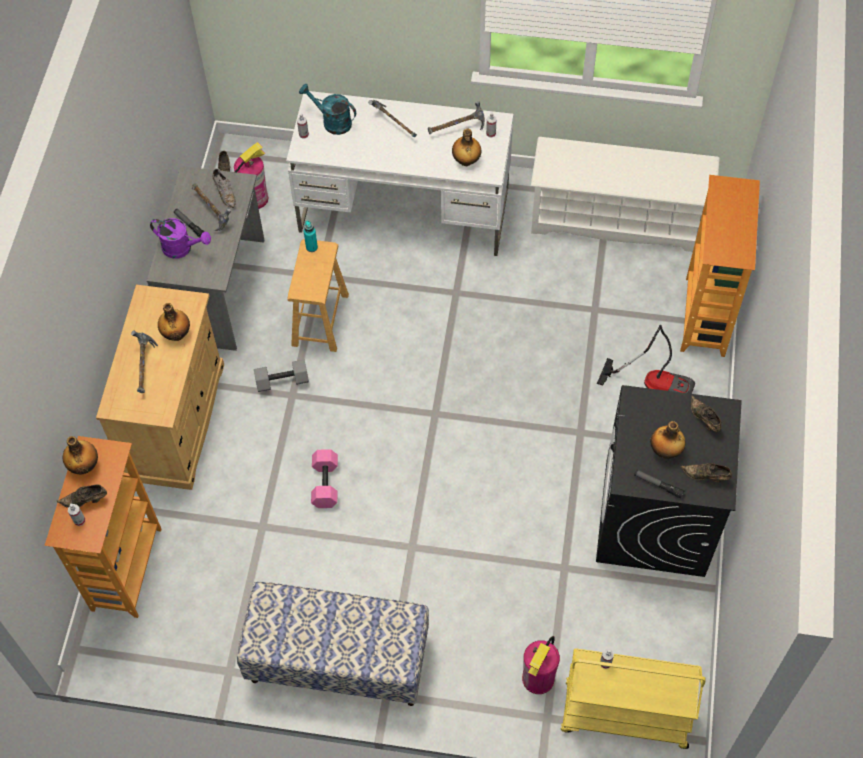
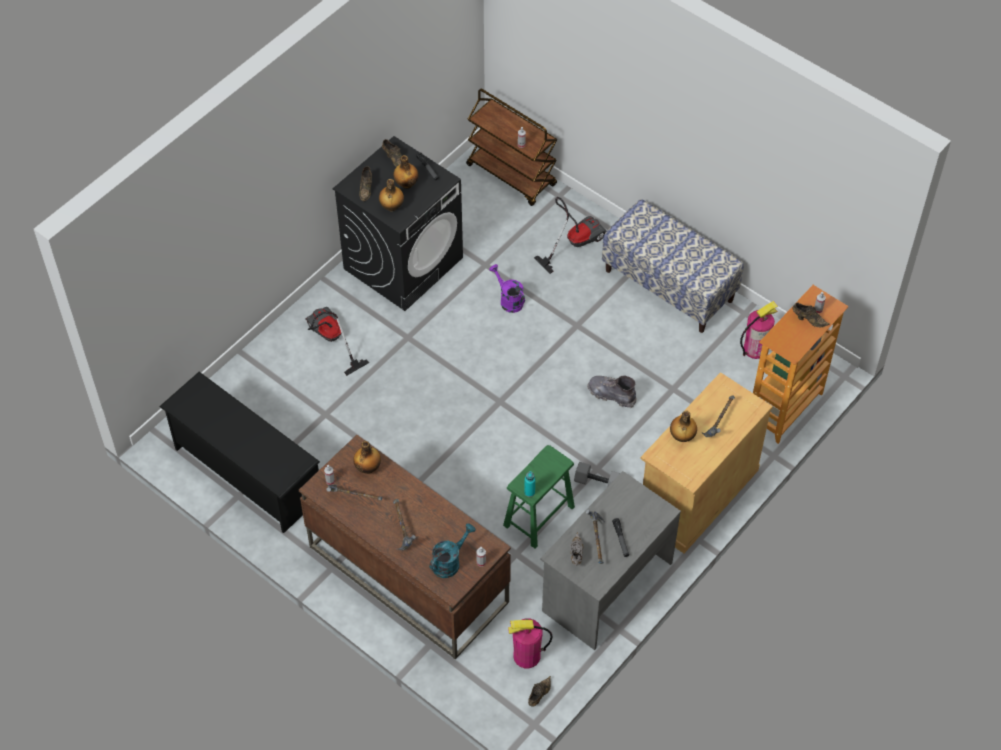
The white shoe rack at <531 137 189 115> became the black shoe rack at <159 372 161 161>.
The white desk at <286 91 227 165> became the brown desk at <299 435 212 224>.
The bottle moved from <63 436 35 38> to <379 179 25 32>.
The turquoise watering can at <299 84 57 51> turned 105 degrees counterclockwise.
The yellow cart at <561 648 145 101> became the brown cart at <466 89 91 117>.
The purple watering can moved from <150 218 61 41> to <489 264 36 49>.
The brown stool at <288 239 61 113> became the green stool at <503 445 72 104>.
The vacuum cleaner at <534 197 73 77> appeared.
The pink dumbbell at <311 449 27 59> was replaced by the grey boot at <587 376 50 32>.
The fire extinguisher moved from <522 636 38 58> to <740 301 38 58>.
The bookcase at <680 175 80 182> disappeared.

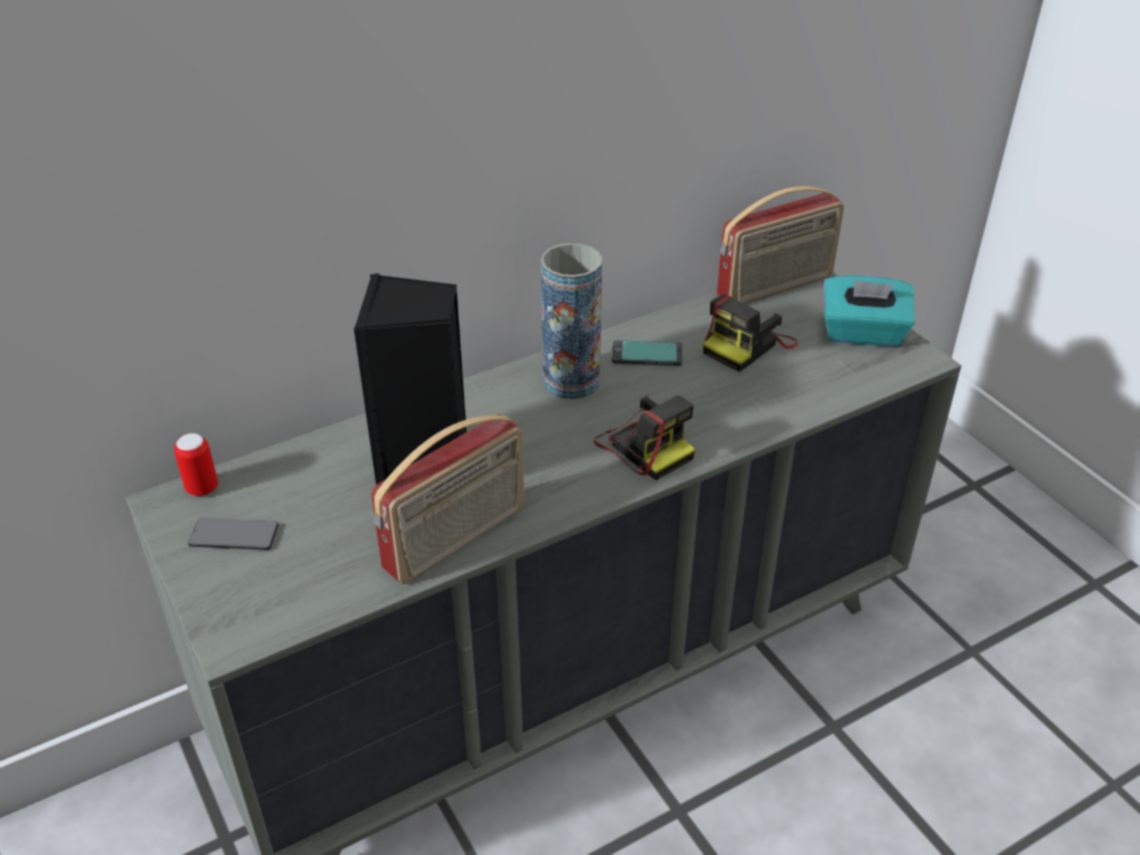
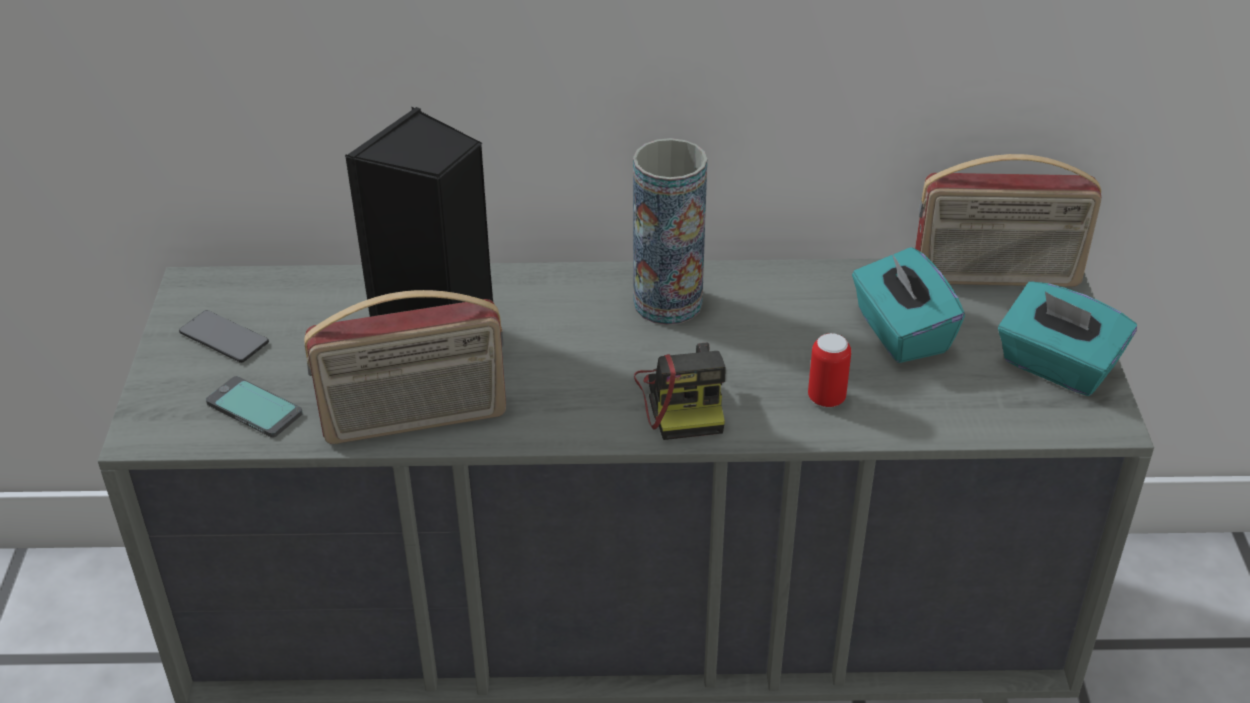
The phone moved from <612 340 70 26> to <206 376 97 62>.
The can moved from <174 433 44 63> to <808 333 43 74>.
The photo camera at <703 295 95 77> was replaced by the turquoise tissue box at <852 247 113 116>.

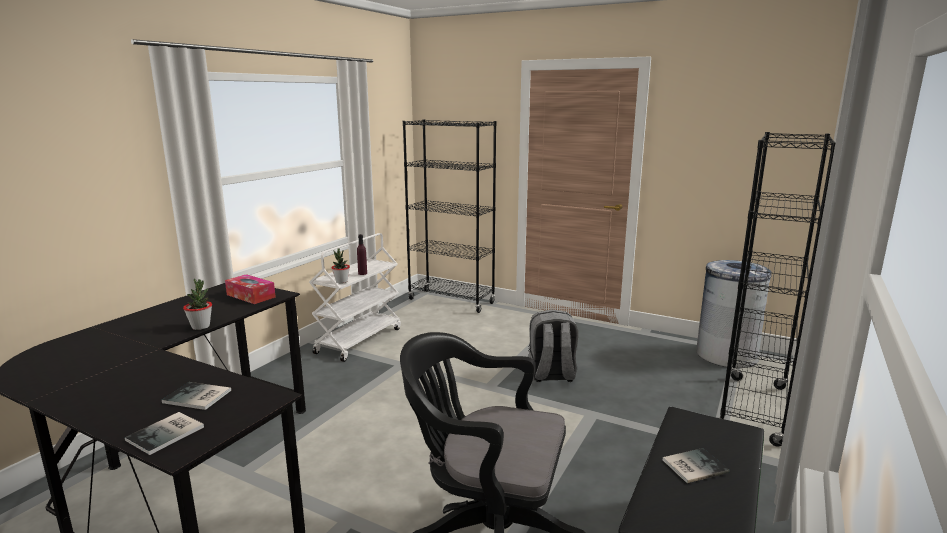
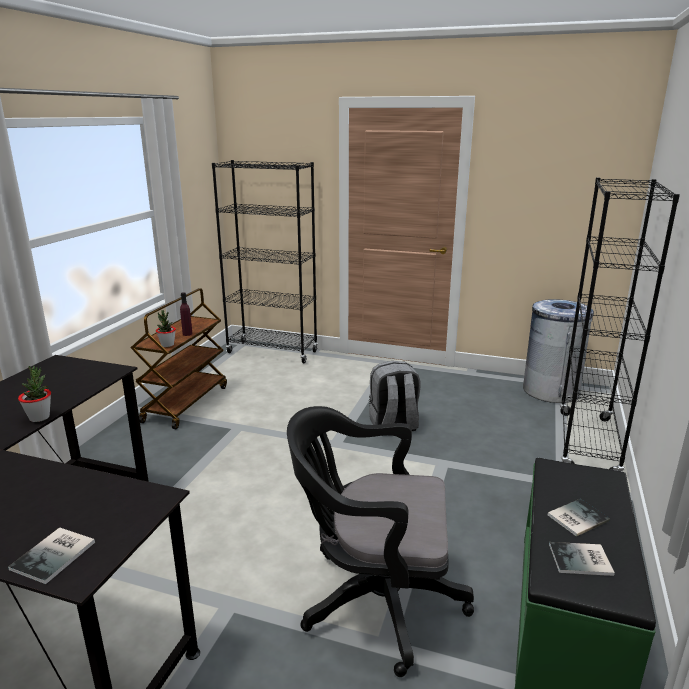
The white cart at <309 233 92 129> became the brown cart at <131 288 96 141>.
The book moved from <162 382 69 28> to <549 542 66 34>.
The tissue box at <225 274 51 30> disappeared.

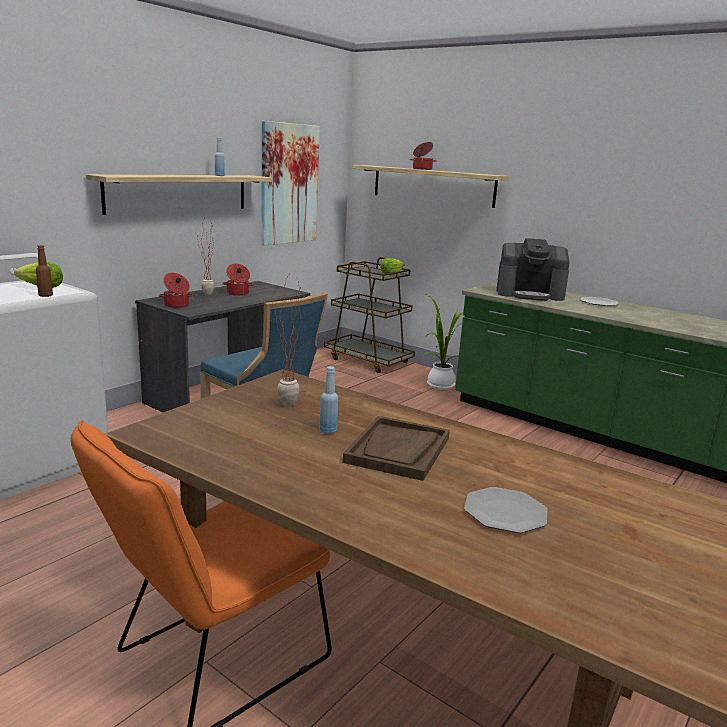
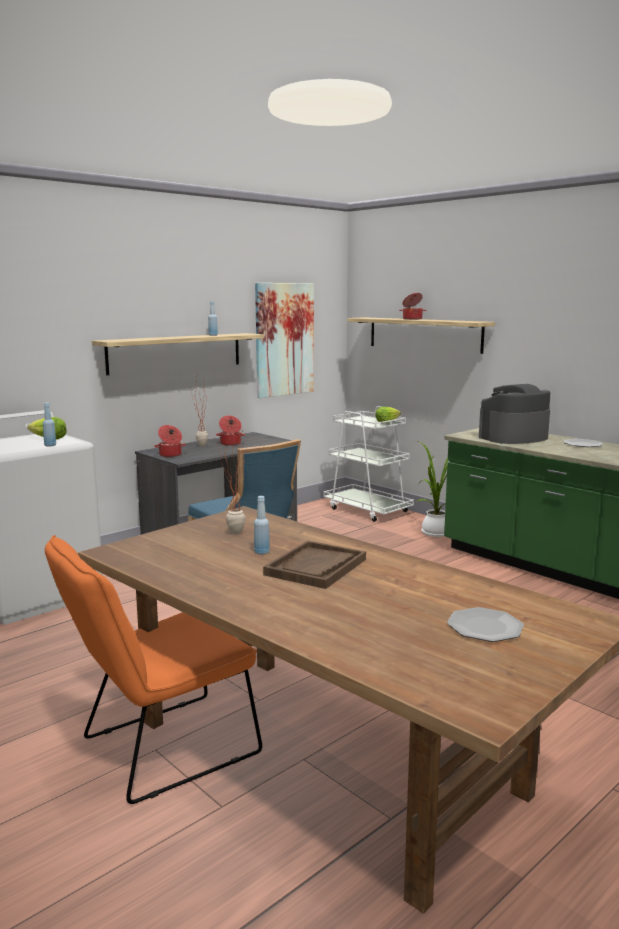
The brown bottle at <36 245 17 52> became the blue bottle at <43 403 13 44>.
The brown cart at <324 257 91 116> became the white cart at <323 406 91 116>.
The plate moved from <464 487 83 46> to <447 607 77 35>.
The coffee machine at <496 238 73 63> turned 135 degrees clockwise.

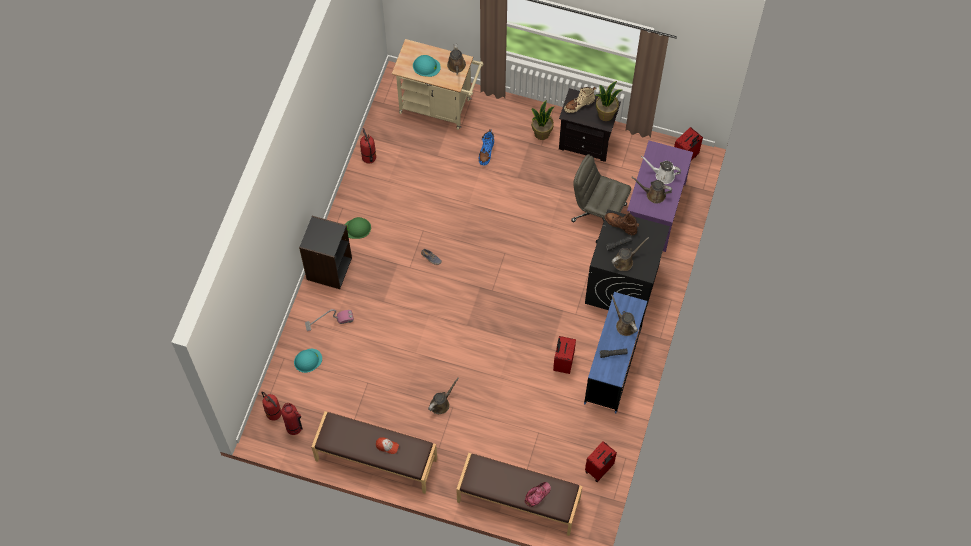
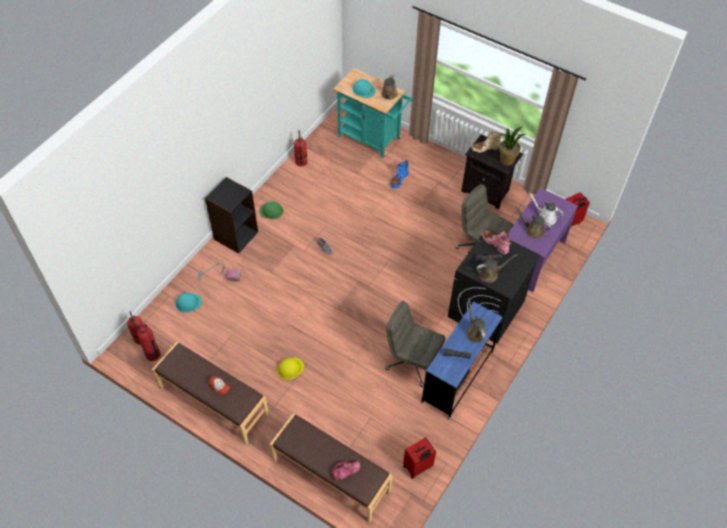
The brown watering can at <428 377 31 37> was replaced by the yellow hard hat at <277 358 27 22>.
The beige cart at <392 39 92 91> became the turquoise cart at <333 68 80 91>.
The red suitcase at <553 336 23 38> was replaced by the grey office chair at <385 301 60 86>.
The brown boot at <605 213 35 22> became the pink boot at <481 230 31 24>.
The potted plant at <531 100 24 40> disappeared.

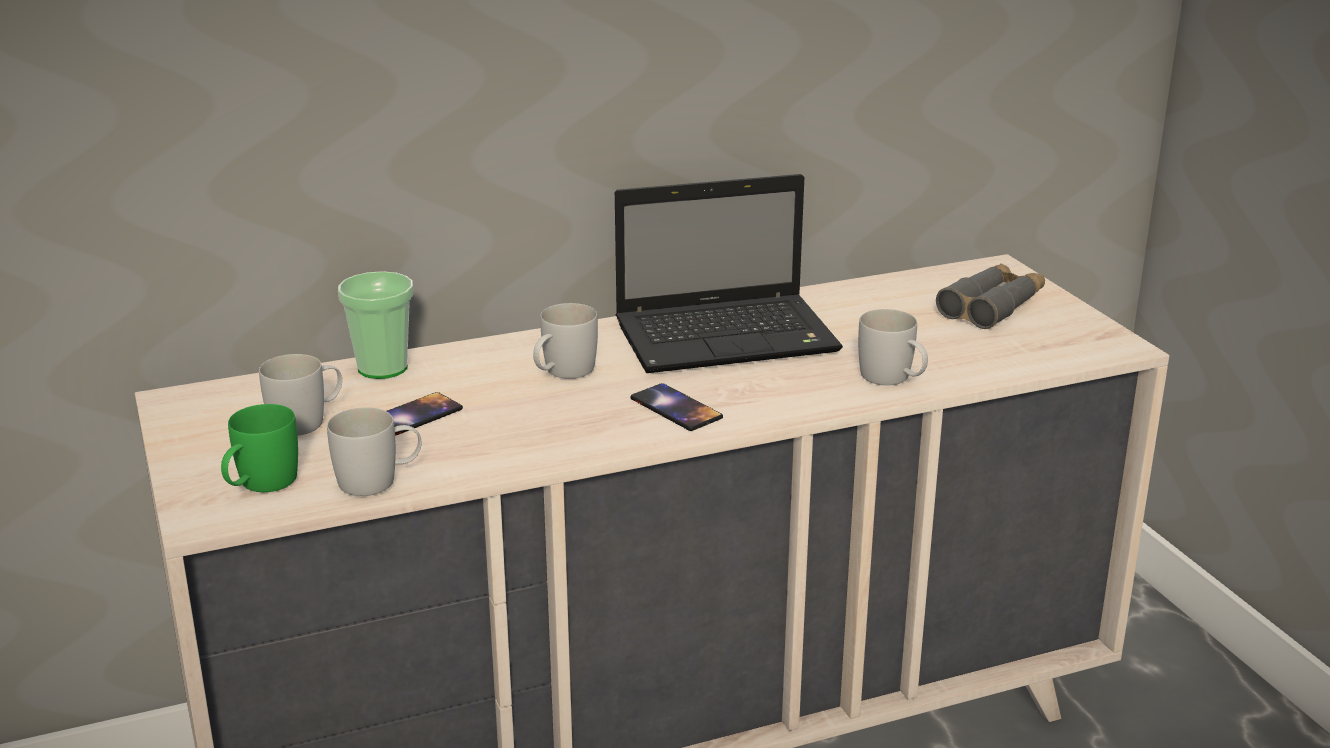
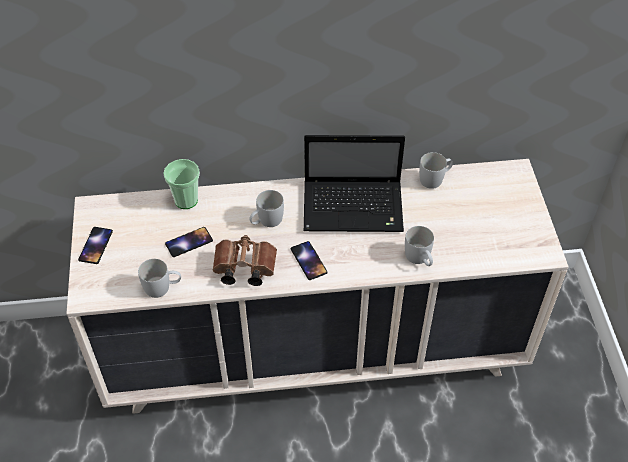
The phone at <78 227 35 37> appeared.
The brown binoculars at <213 235 64 51> appeared.
The white mug moved from <259 354 83 82> to <419 152 34 37>.
The green mug at <221 404 77 88> disappeared.
The grey binoculars at <936 264 109 65> disappeared.

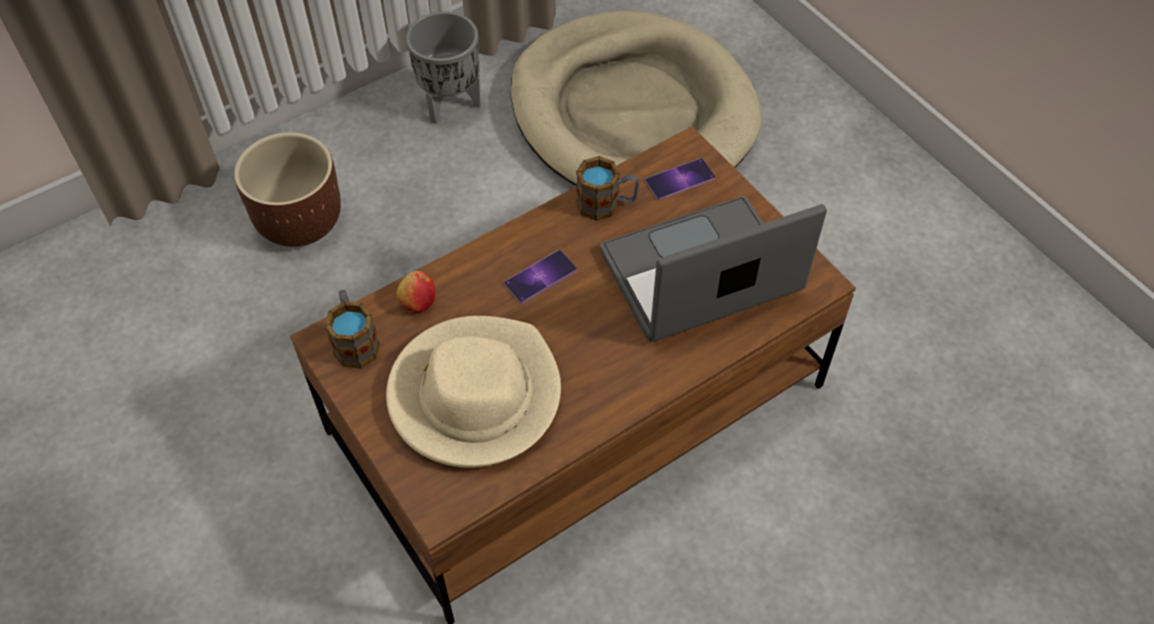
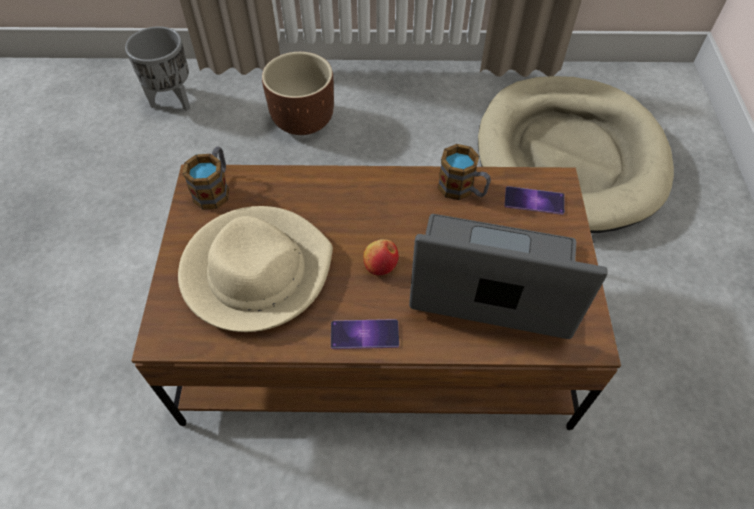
The grey planter moved from <406 11 74 113> to <125 26 65 85>.
The phone moved from <504 250 73 54> to <331 319 68 30>.
The apple moved from <397 271 39 42> to <363 239 36 36>.

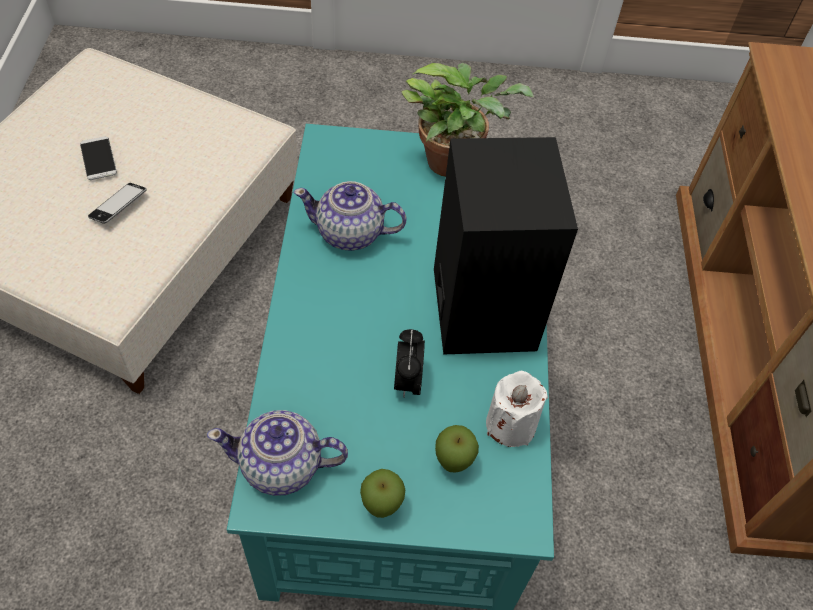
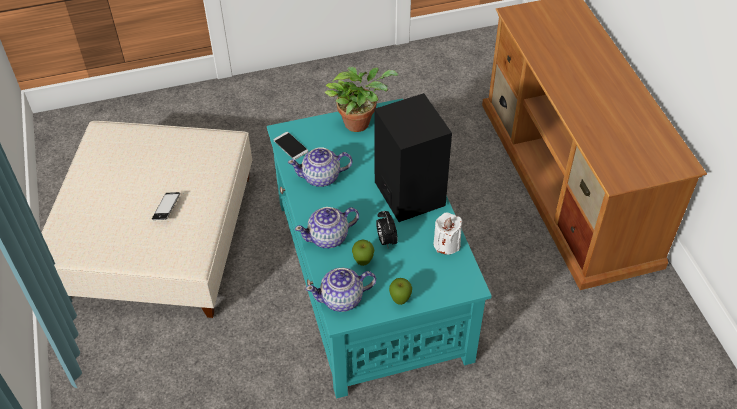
The phone moved from <80 136 37 44> to <274 132 34 28>.
The teapot at <295 207 64 41> appeared.
The apple moved from <435 425 44 48> to <352 240 22 26>.

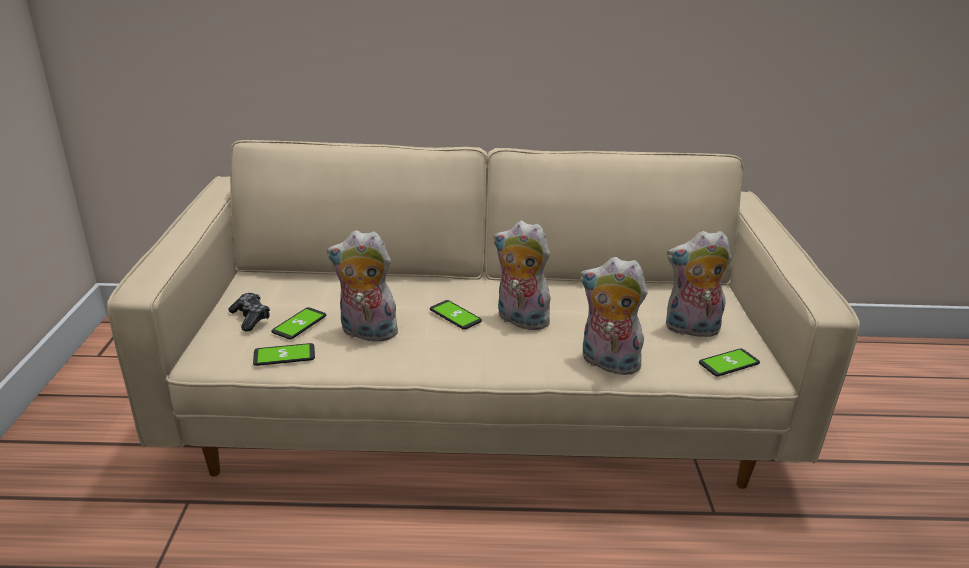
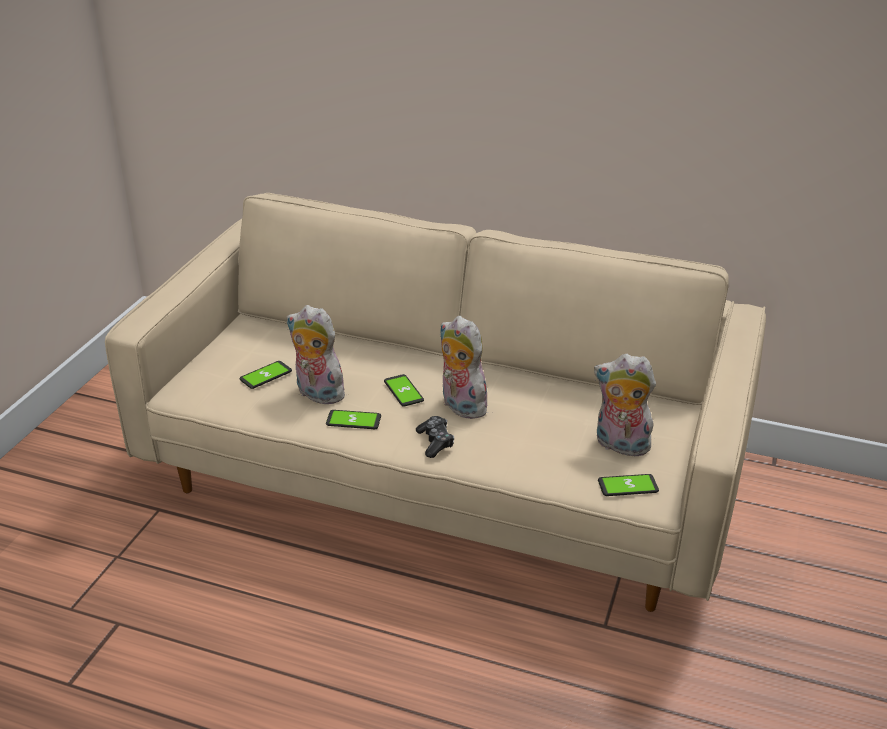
The phone moved from <253 343 62 23> to <326 410 55 19>.
The game controller moved from <228 293 42 39> to <416 416 38 42>.
The plush toy at <580 257 68 118> disappeared.

